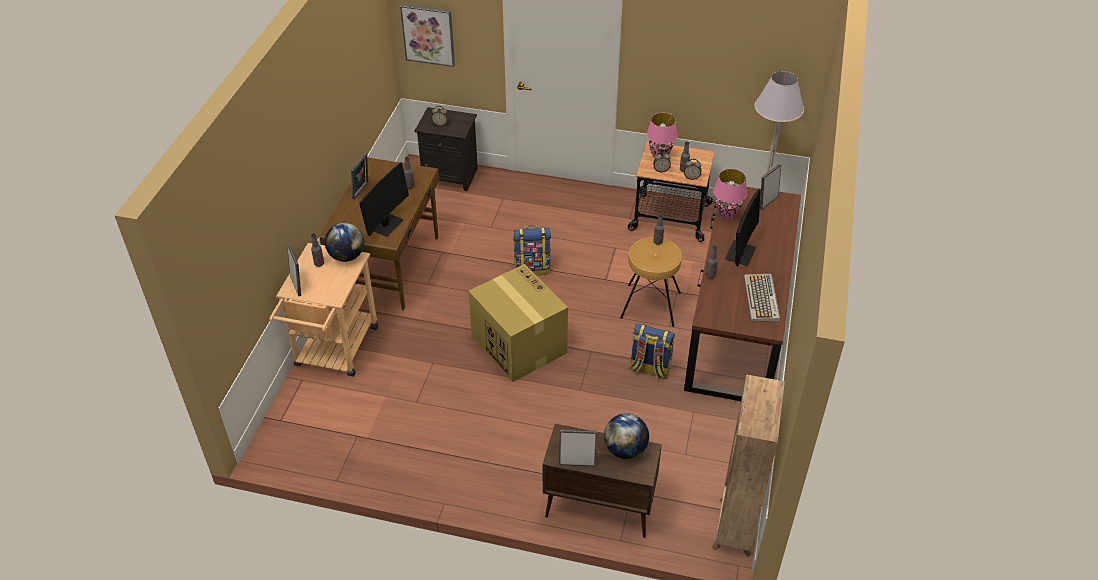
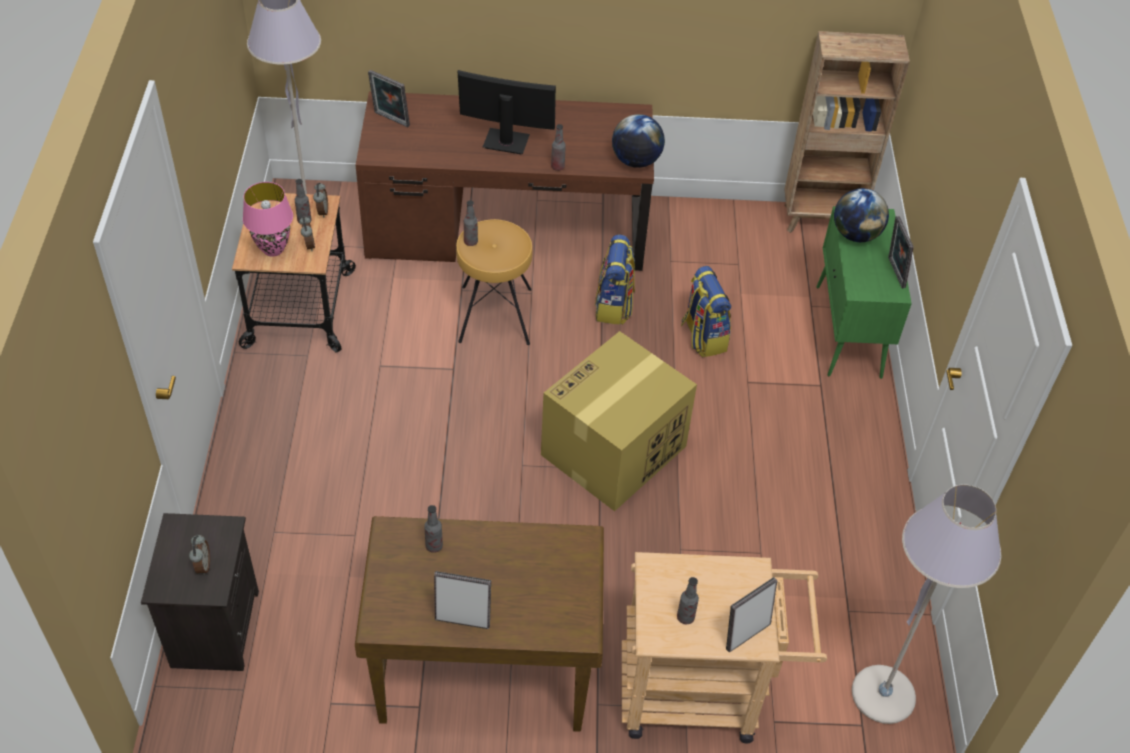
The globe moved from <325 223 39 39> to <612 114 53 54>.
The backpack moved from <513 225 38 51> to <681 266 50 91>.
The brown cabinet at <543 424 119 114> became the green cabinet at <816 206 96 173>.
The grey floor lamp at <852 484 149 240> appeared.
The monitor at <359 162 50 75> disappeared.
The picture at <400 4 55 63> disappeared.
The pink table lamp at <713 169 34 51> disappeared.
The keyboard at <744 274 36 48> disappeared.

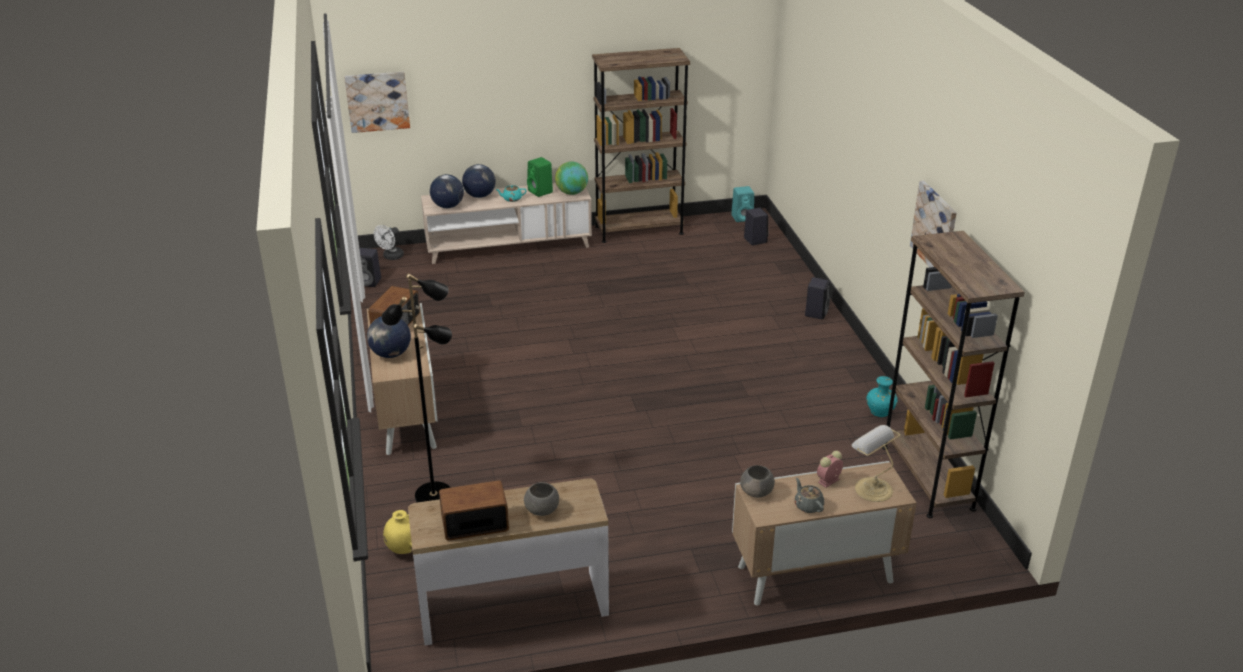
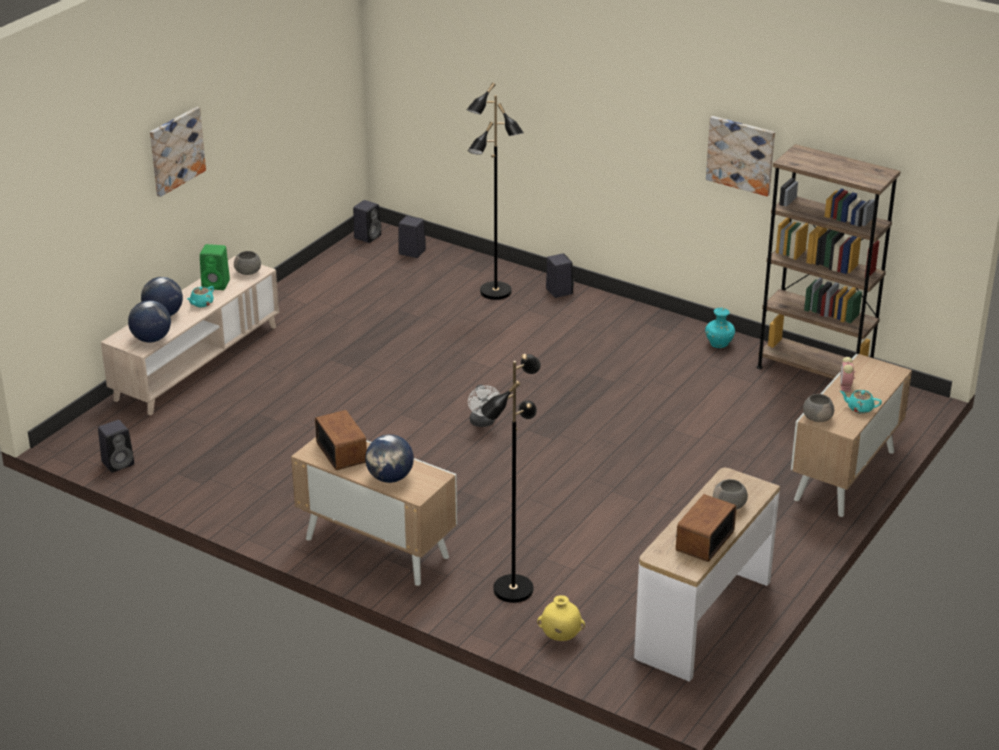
The picture moved from <344 72 66 61> to <150 107 56 90>.
The globe at <555 161 33 34> was replaced by the grey bowl at <234 251 27 24>.
The turquoise speaker at <731 186 23 36> became the black speaker at <353 200 28 43>.
The black floor lamp at <466 82 58 218> appeared.
The white fan moved from <374 225 30 35> to <468 385 32 42>.
The grey teapot at <795 478 29 35> became the turquoise teapot at <840 390 42 24>.
The brown bookcase at <592 48 98 195> disappeared.
The table lamp at <852 425 49 77> disappeared.

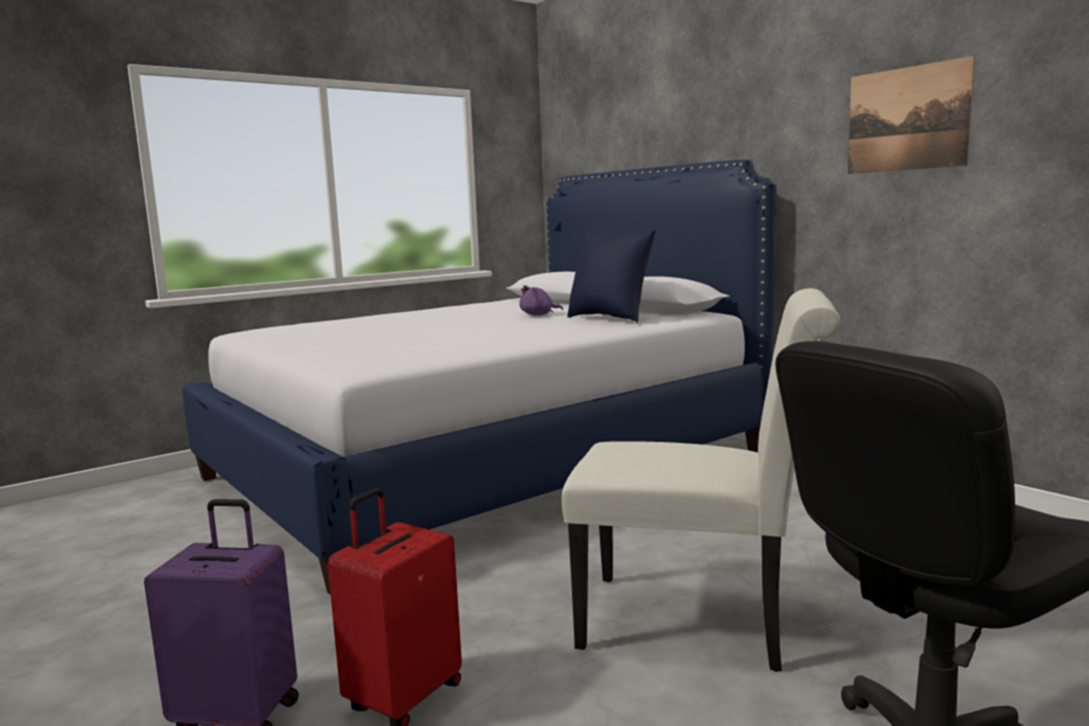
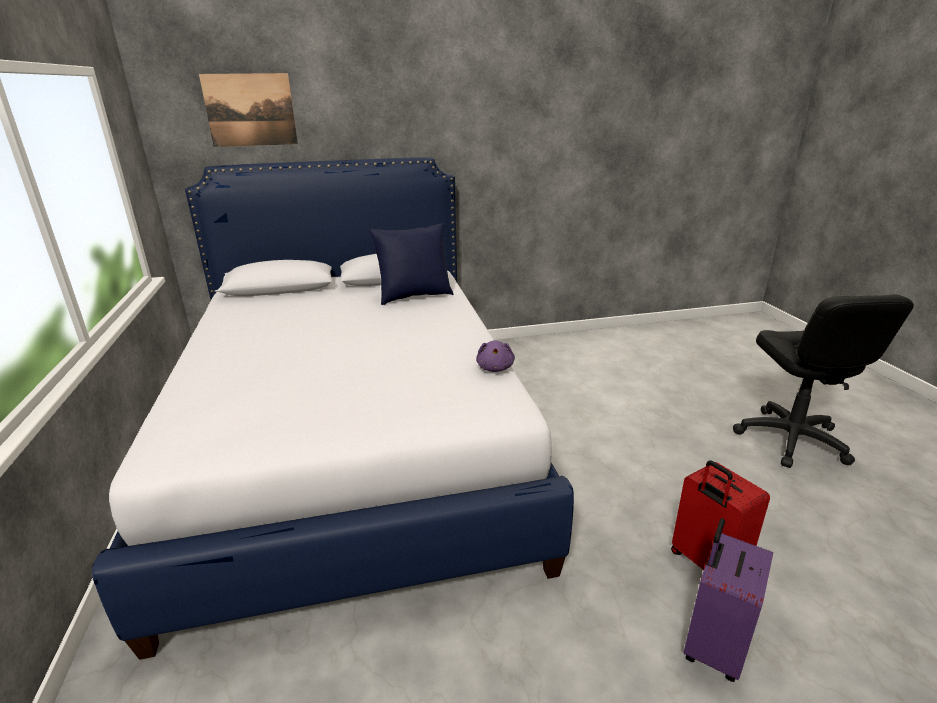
The picture moved from <848 56 127 118> to <199 73 99 74>.
The purple plush toy moved from <520 285 43 30> to <476 340 39 32>.
The white chair at <562 288 278 384> disappeared.

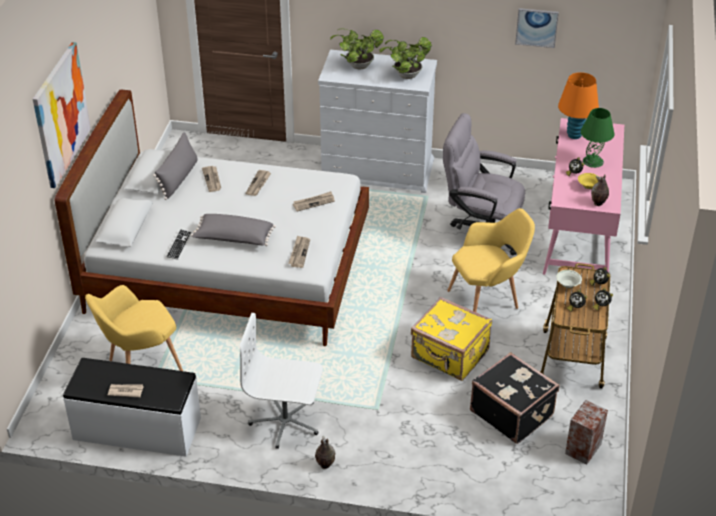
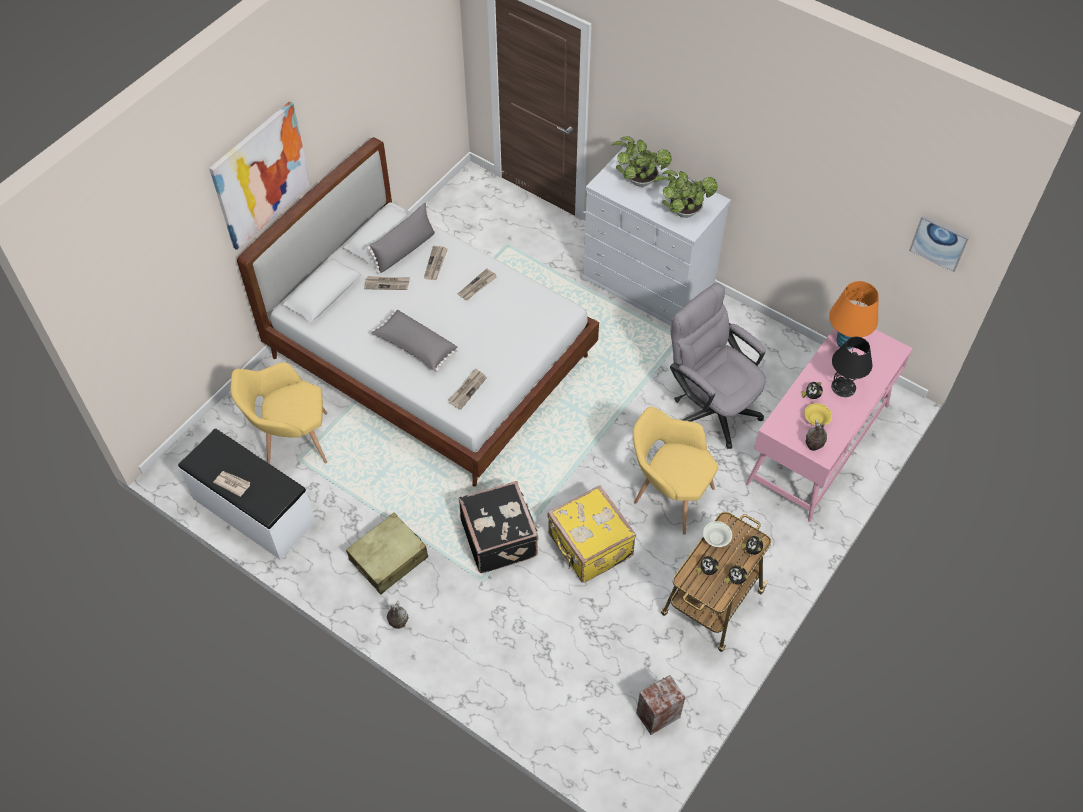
The white office chair at <239 313 84 136> was replaced by the beige suitcase at <346 513 82 81>.
The newspaper moved from <293 191 42 21> to <364 276 46 14>.
The black suitcase moved from <470 352 89 92> to <459 481 79 92>.
The yellow armchair at <447 208 88 104> turned 150 degrees counterclockwise.
The green table lamp at <581 108 34 60> became the black table lamp at <831 337 41 60>.
The picture moved from <515 8 44 40> to <909 215 60 57>.
The keyboard at <166 229 26 31> disappeared.

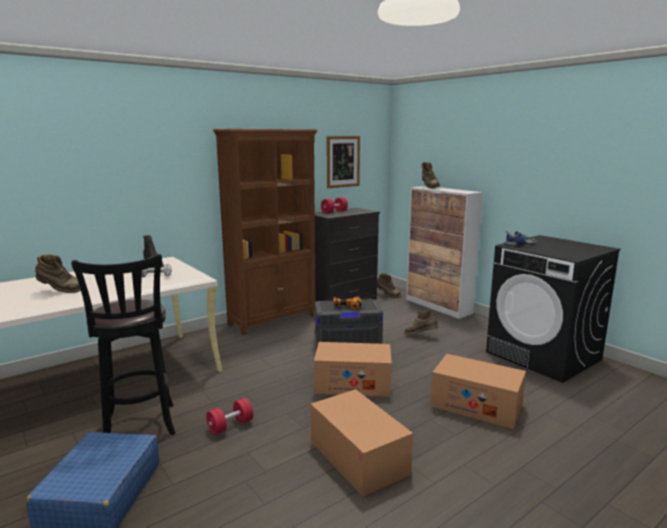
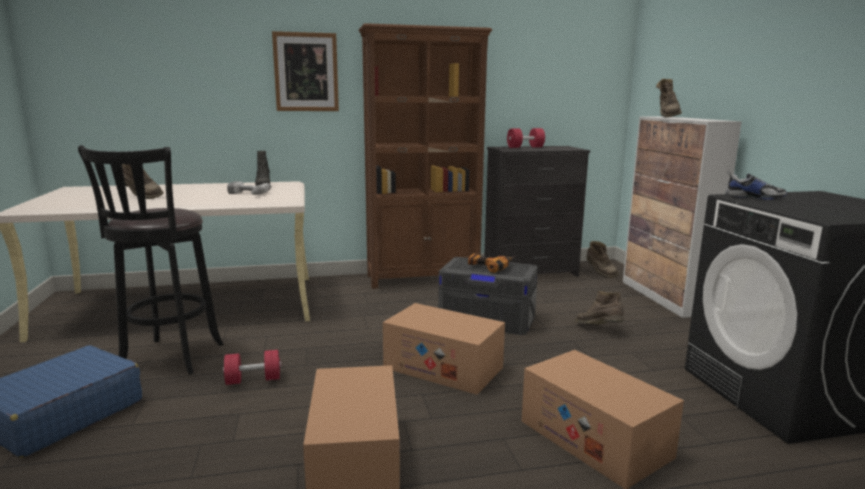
The picture moved from <327 136 33 52> to <272 31 67 80>.

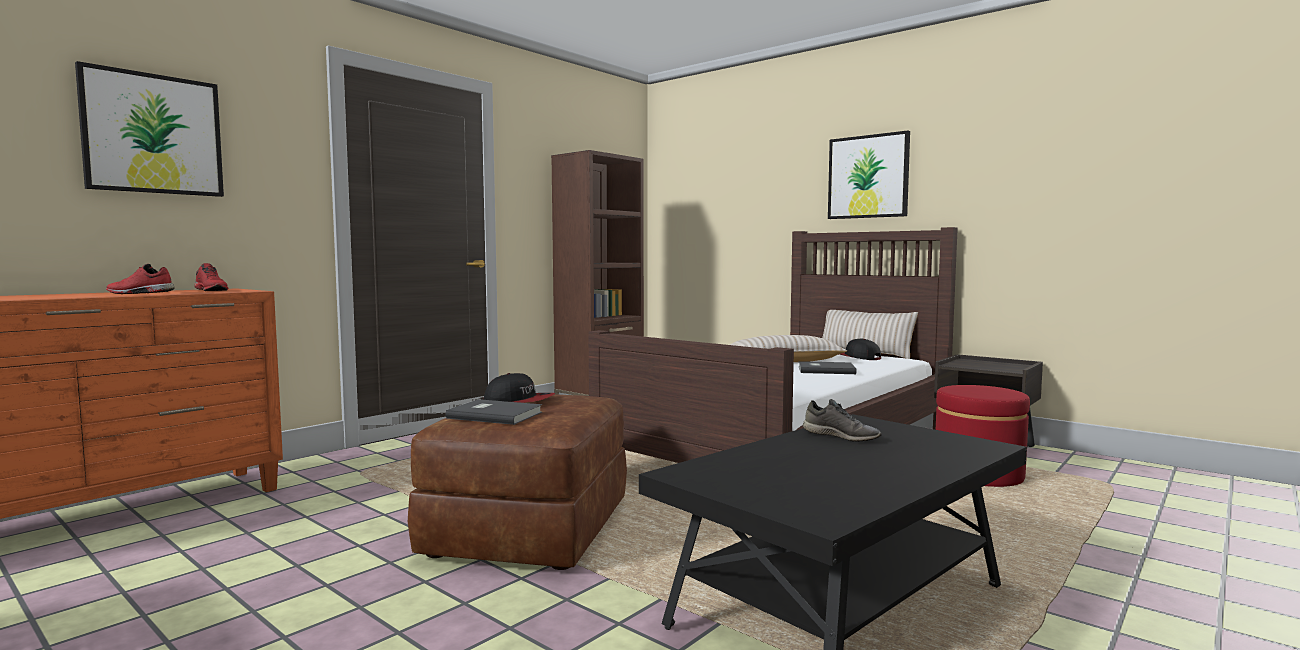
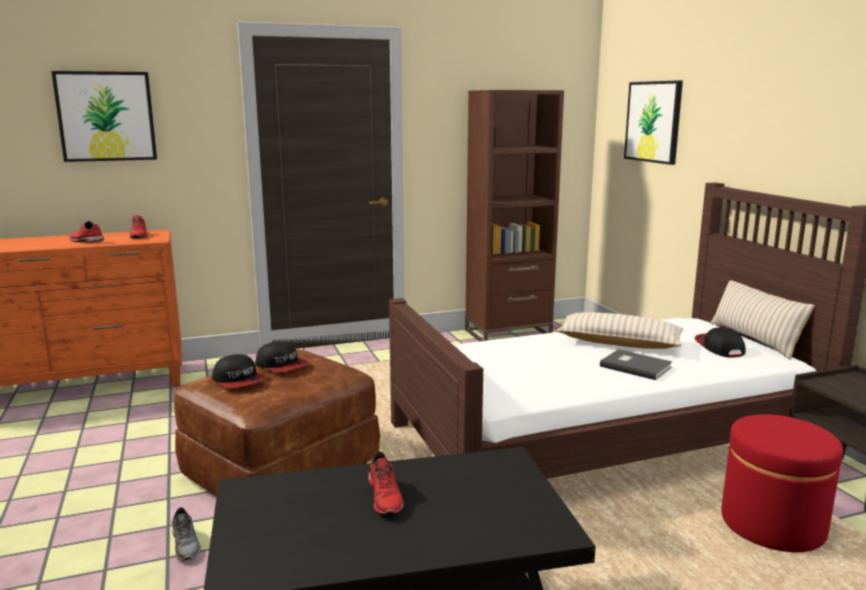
The grey shoe moved from <803 399 79 43> to <172 507 29 53>.
The grey book at <446 399 96 26> was replaced by the cap at <212 354 53 34>.
The red shoe at <368 451 36 63> appeared.
The picture moved from <828 131 82 88> to <624 80 59 85>.

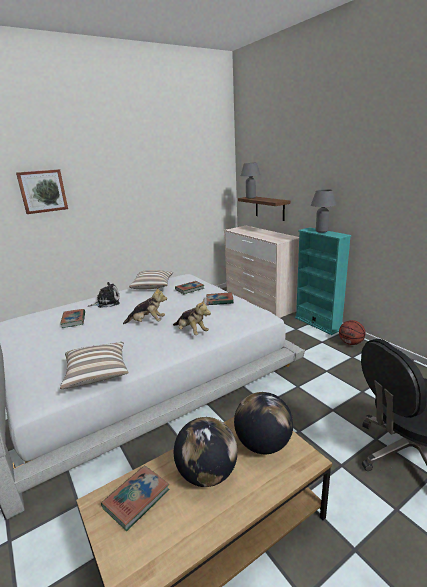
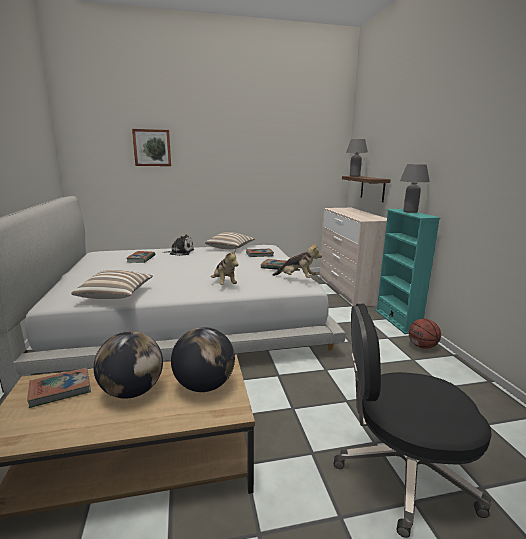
The plush toy moved from <123 287 44 37> to <272 243 50 35>.

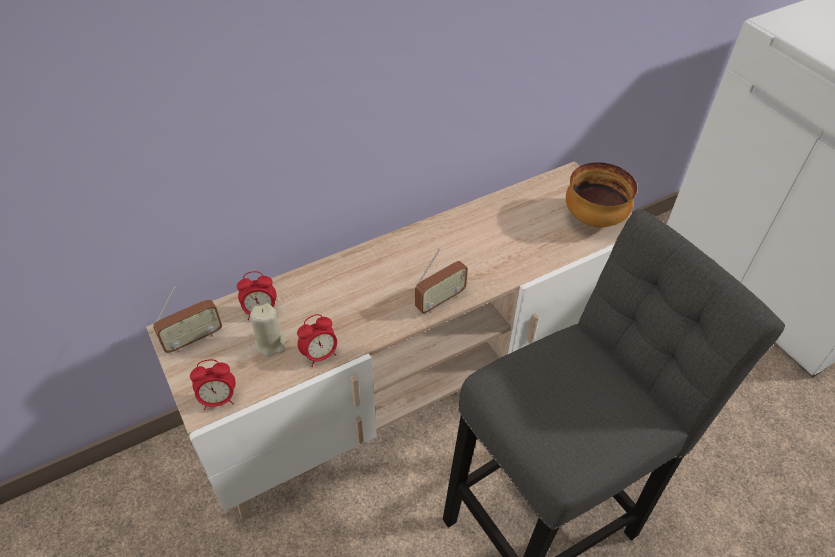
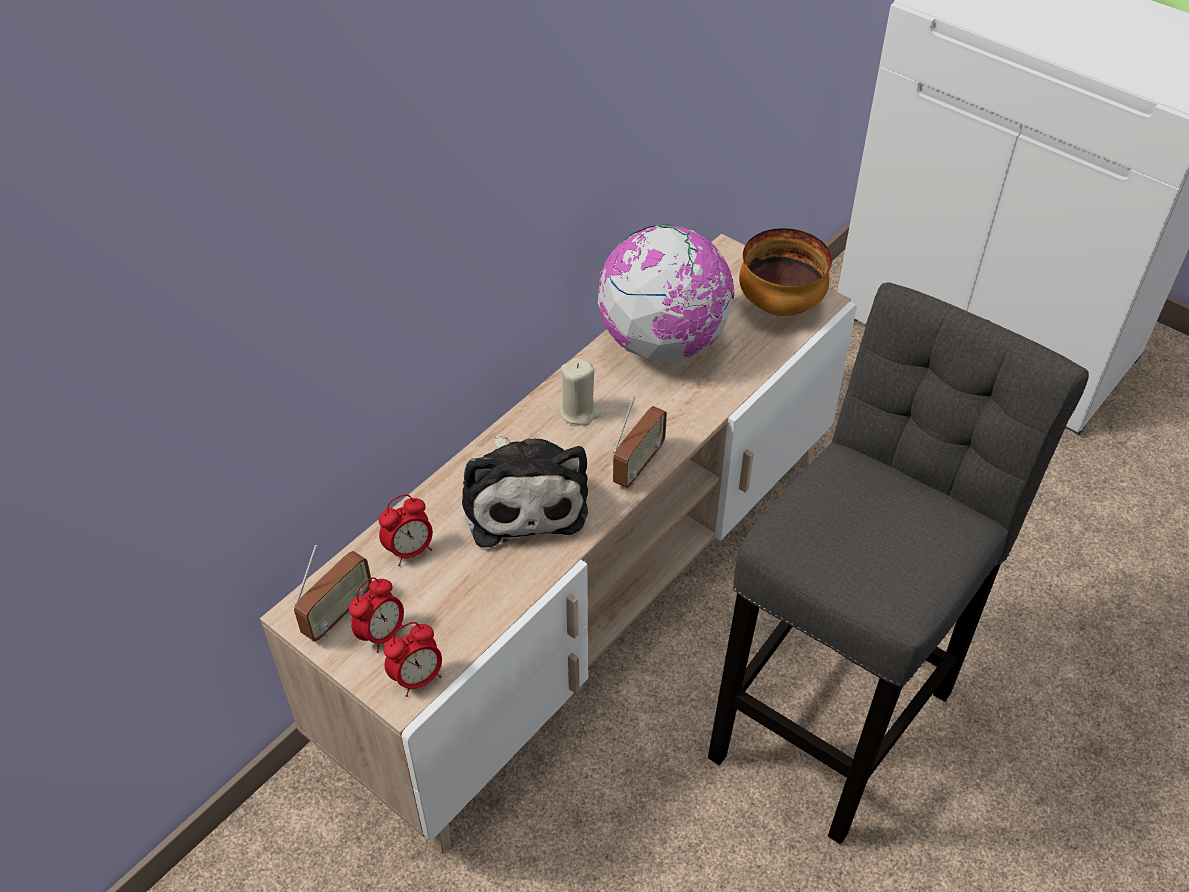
The alarm clock moved from <297 314 40 53> to <349 577 55 76>.
The plush toy at <462 435 126 113> appeared.
The beige candle moved from <250 303 36 54> to <558 358 43 68>.
The globe at <598 224 136 138> appeared.

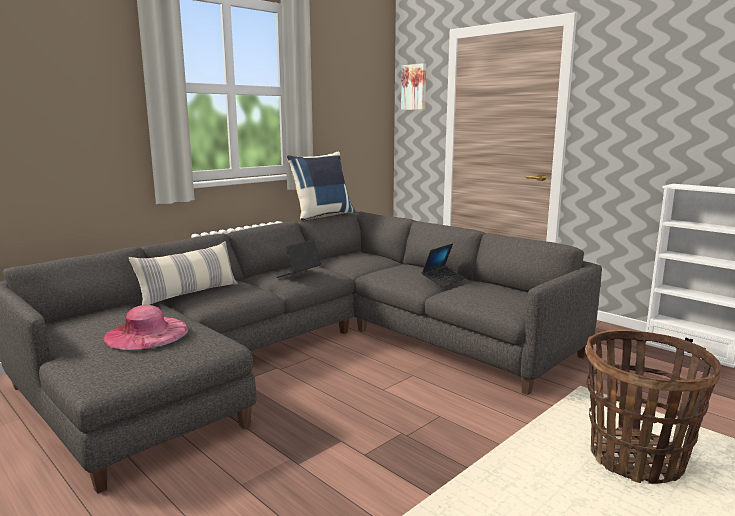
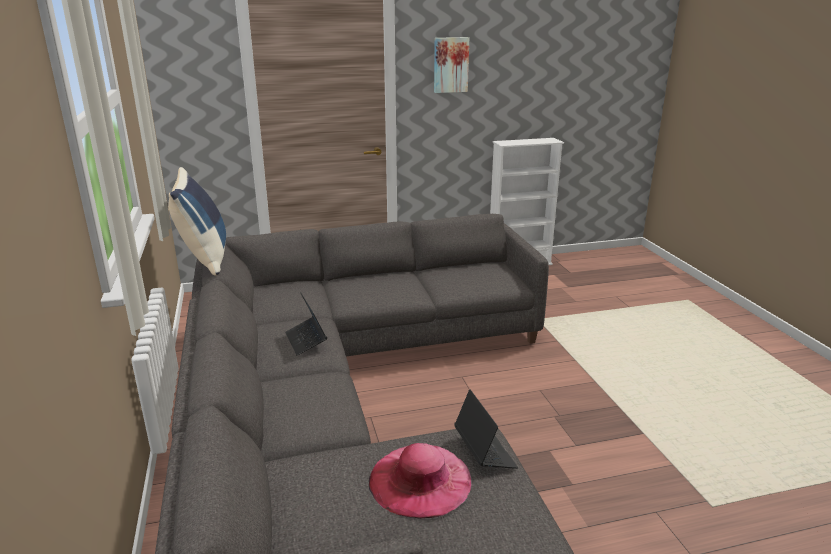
The picture moved from <401 63 25 47> to <434 37 35 56>.
The laptop moved from <422 243 43 45> to <454 389 64 80>.
The pillow at <129 241 109 64> disappeared.
The basket at <585 330 136 154> disappeared.

